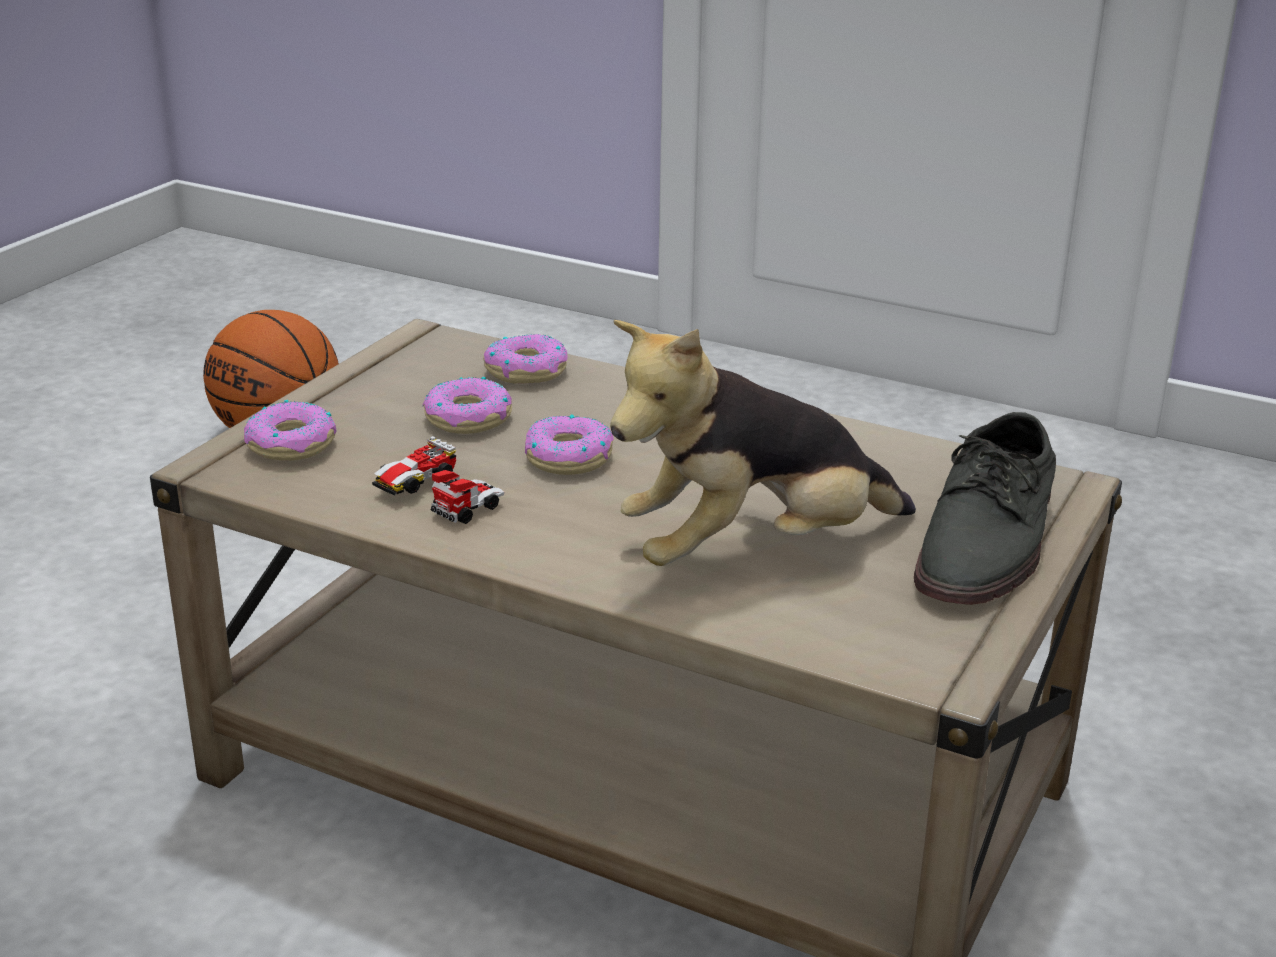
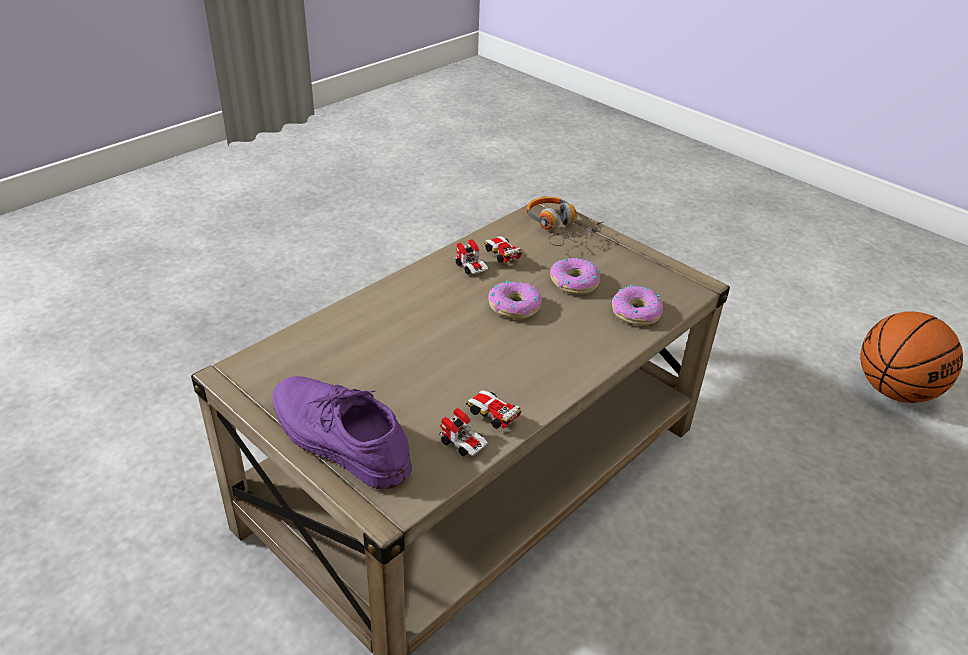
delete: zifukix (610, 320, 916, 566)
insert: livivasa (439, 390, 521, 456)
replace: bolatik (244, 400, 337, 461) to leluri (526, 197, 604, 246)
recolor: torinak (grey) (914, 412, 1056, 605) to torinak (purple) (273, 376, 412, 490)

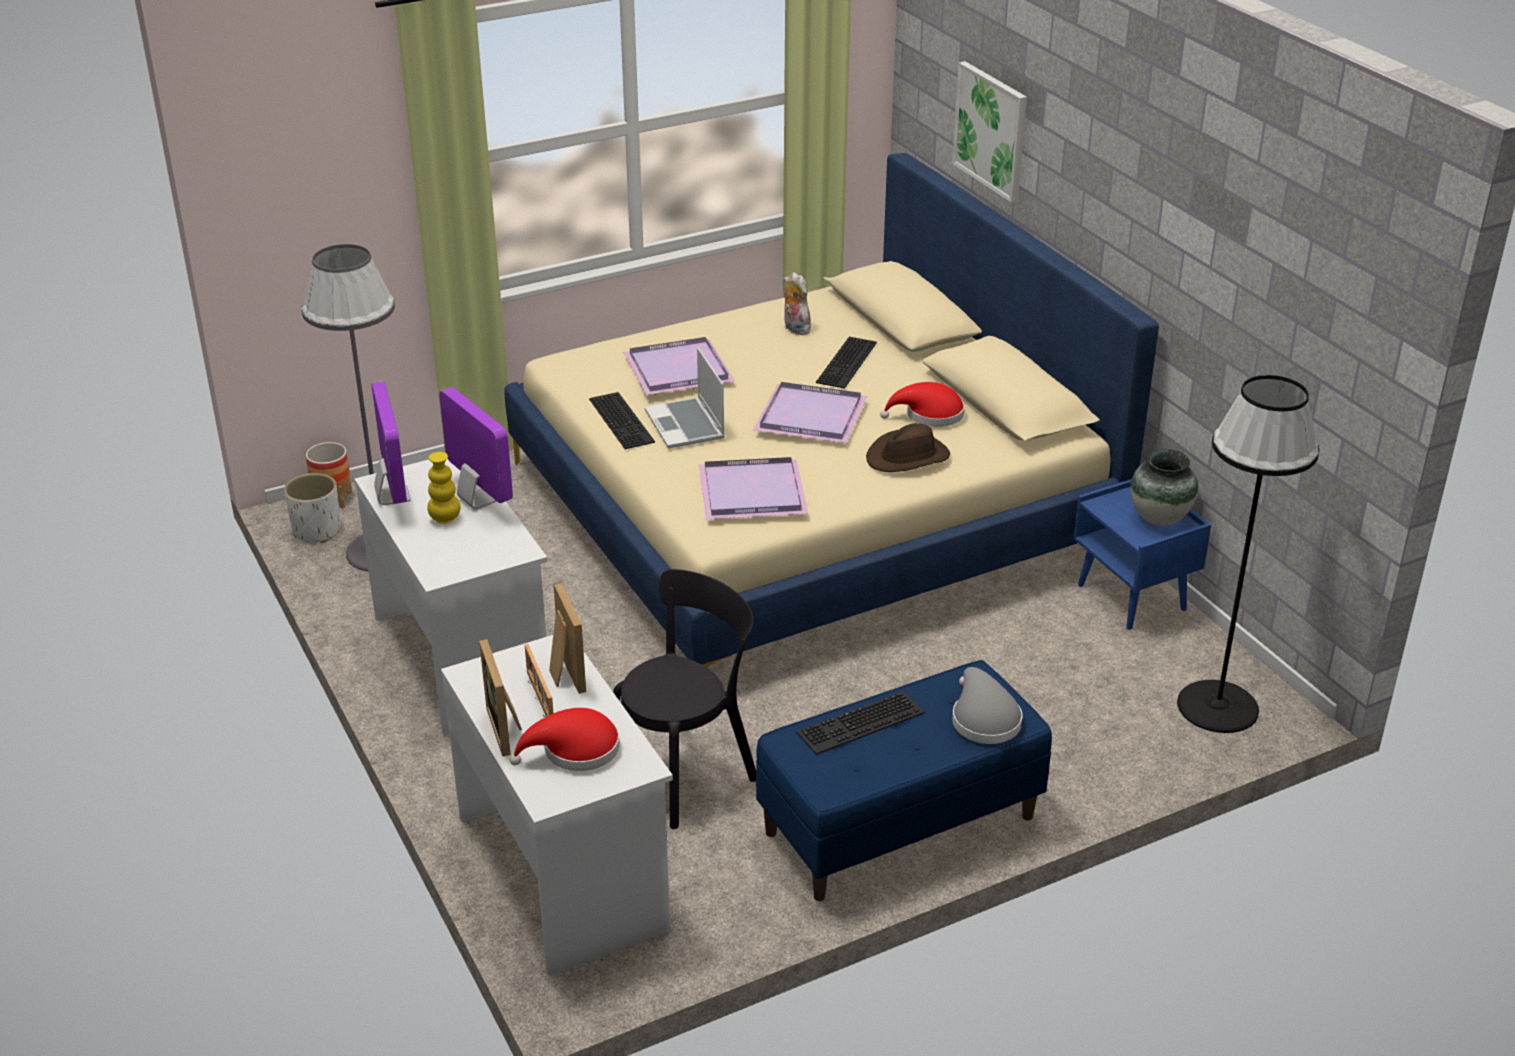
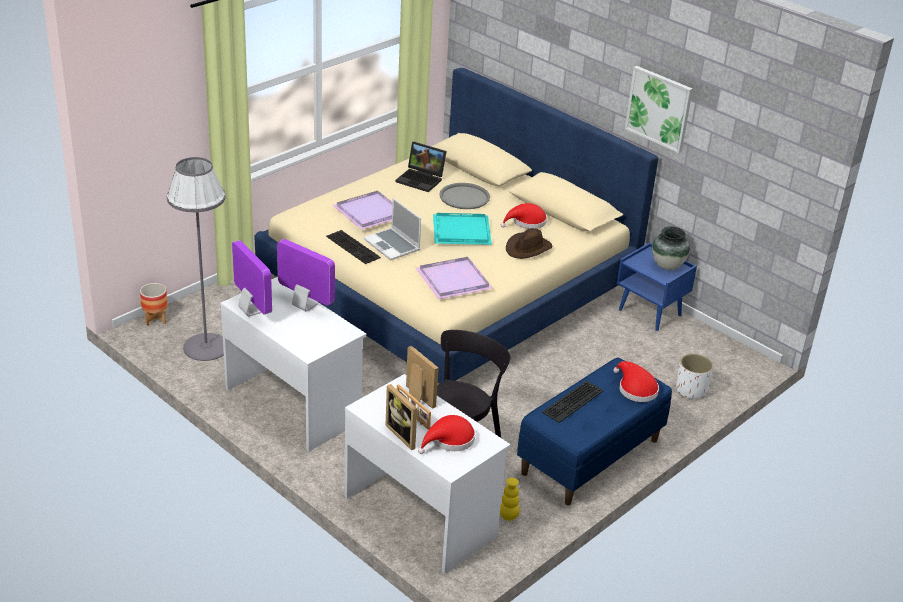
delete: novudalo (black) (1177, 375, 1319, 733)
move: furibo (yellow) (427, 452, 461, 524) to (500, 478, 520, 521); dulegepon (952, 61, 1027, 203) to (625, 66, 693, 153); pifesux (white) (284, 473, 341, 543) to (676, 353, 714, 399)
replace: zifukix (783, 272, 812, 335) to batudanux (396, 142, 447, 192); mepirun (816, 337, 877, 389) to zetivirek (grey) (439, 183, 490, 209)
recolor: zetivirek (purple) (753, 382, 867, 443) to zetivirek (turquoise) (433, 213, 492, 245); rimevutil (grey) (952, 667, 1023, 744) to rimevutil (red) (613, 361, 659, 402)

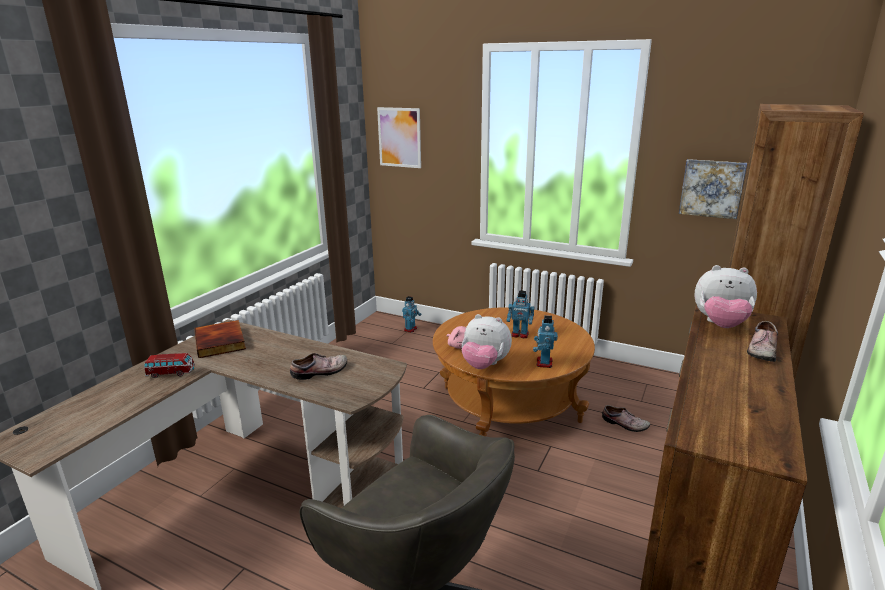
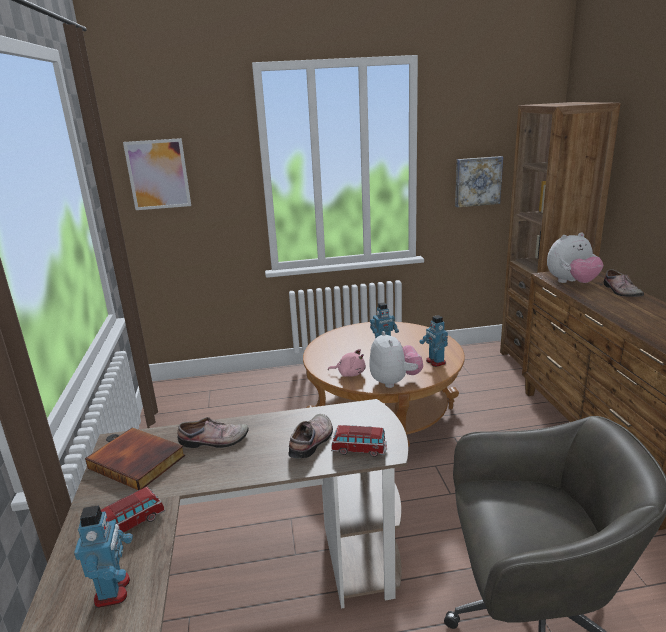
insert: livivasa (331, 425, 387, 457)
move: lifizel (402, 296, 422, 332) to (74, 505, 133, 608); torinak (602, 405, 650, 432) to (177, 417, 249, 448)
rotate: zifukix (462, 314, 512, 369) = (369, 331, 423, 388) 90 degrees counterclockwise

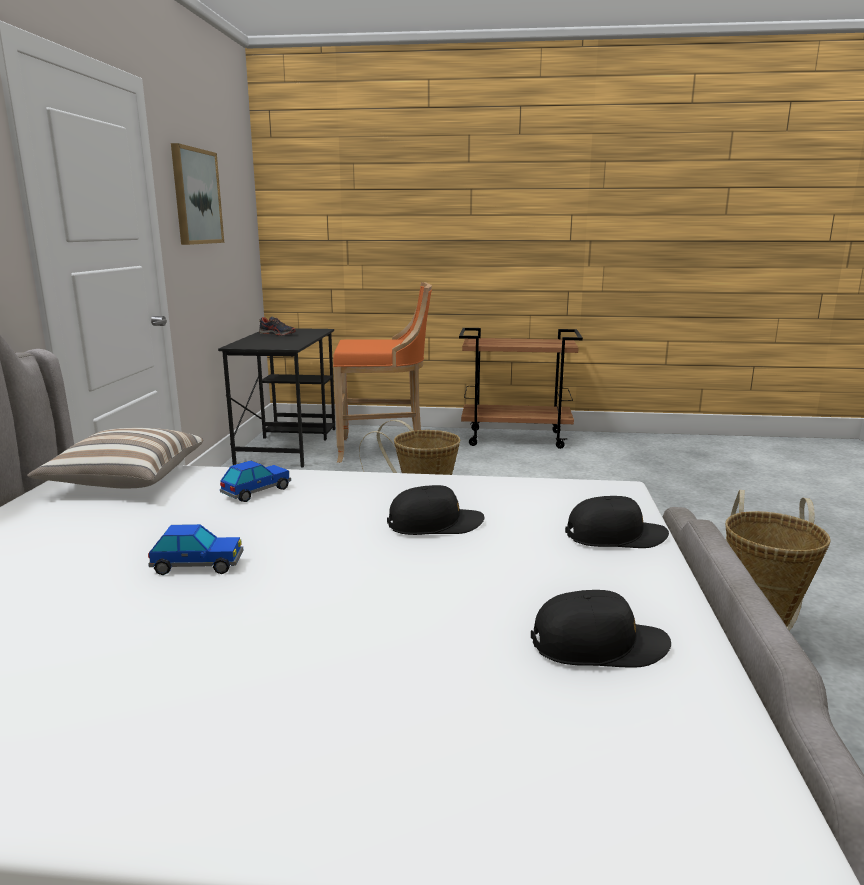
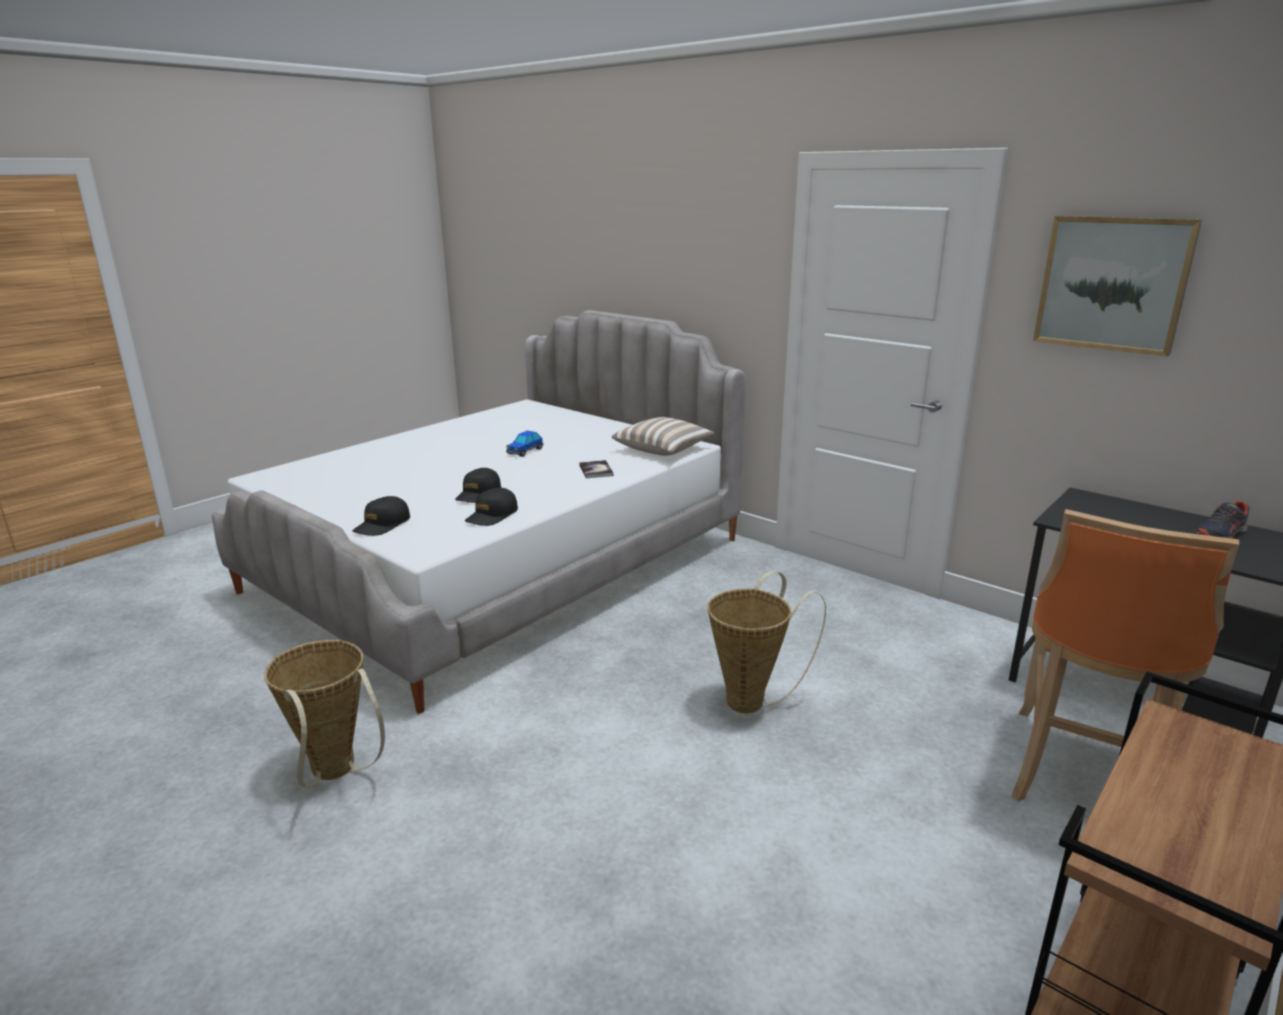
move: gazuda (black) (531, 590, 671, 668) to (465, 488, 518, 526)
replace: livivasa (220, 460, 291, 502) to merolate (579, 460, 614, 478)

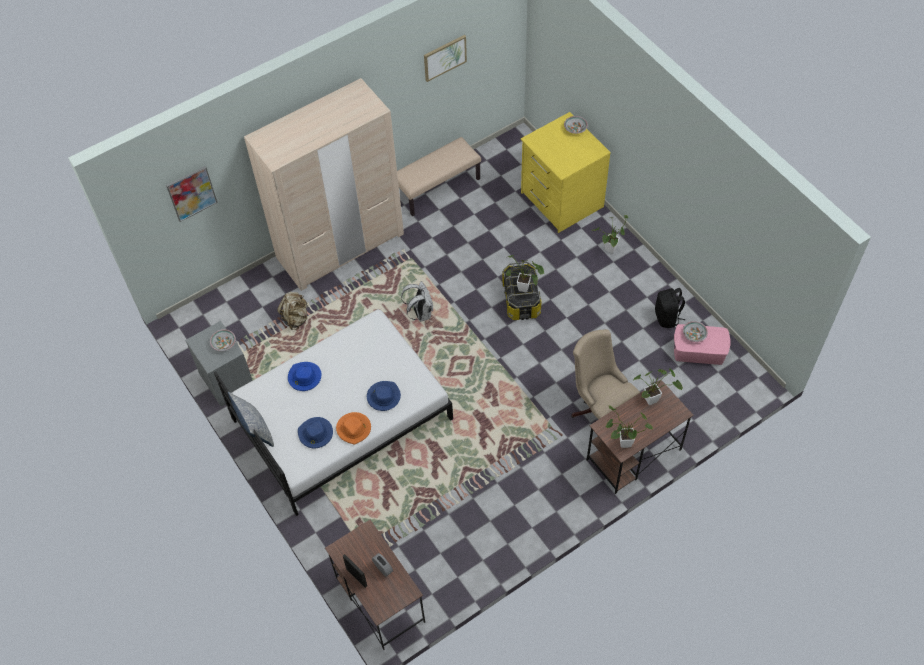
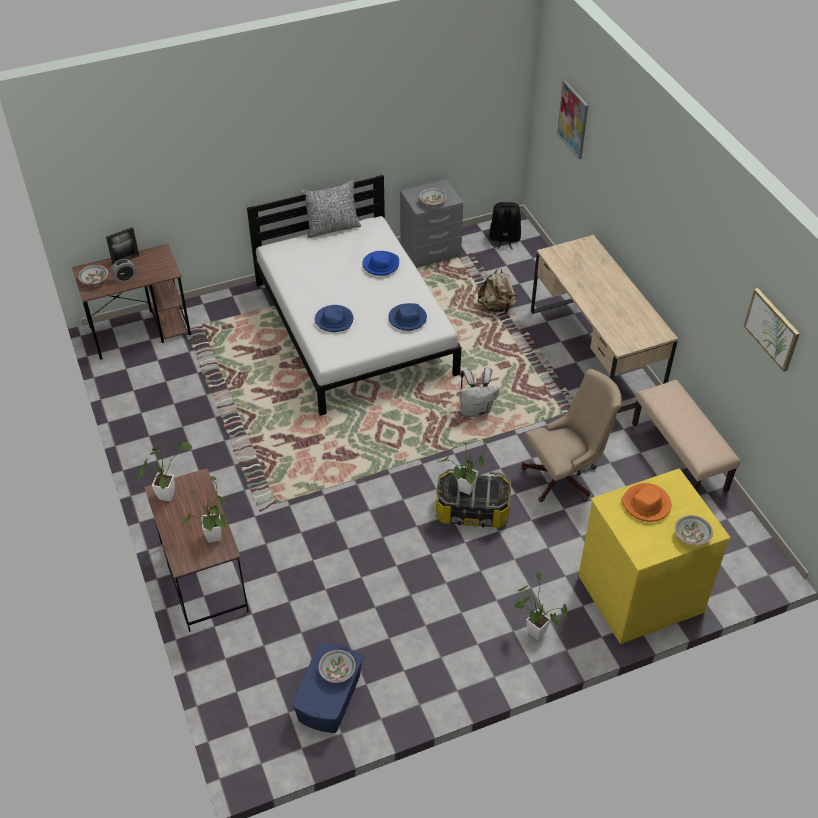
insert: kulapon (78, 265, 108, 285)
move: rimevutil (blue) (298, 417, 333, 448) to (388, 303, 427, 331); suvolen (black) (655, 288, 685, 328) to (489, 202, 521, 249); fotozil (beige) (571, 329, 640, 420) to (522, 369, 622, 502); rimevutil (orange) (336, 412, 371, 444) to (621, 483, 671, 522)
replace: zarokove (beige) (244, 78, 404, 291) to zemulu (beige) (531, 235, 678, 413)
recolor: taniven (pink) (674, 324, 731, 365) to taniven (blue) (292, 643, 363, 733)

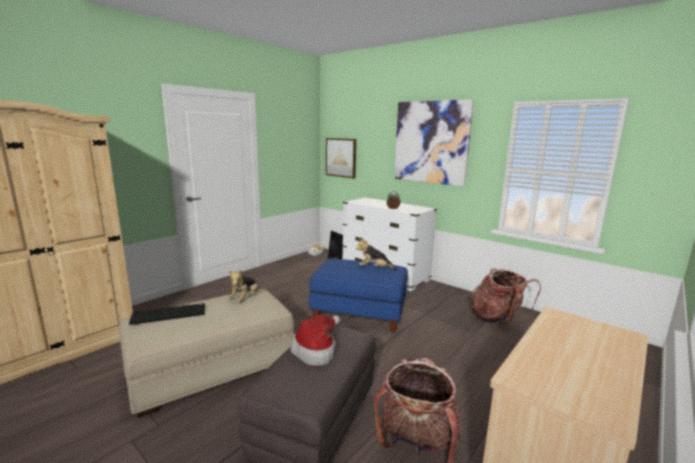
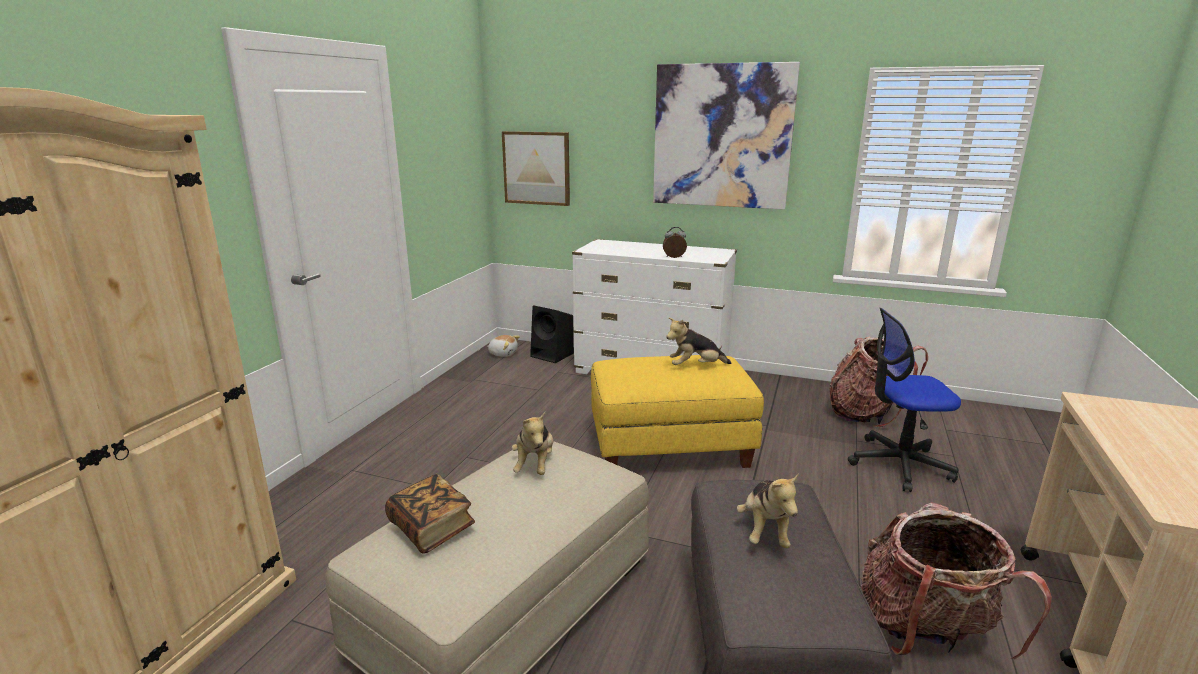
insert: fotozil (848, 308, 961, 492)
replace: mepirun (129, 303, 205, 325) to merolate (385, 474, 475, 553); rimevutil (291, 314, 341, 366) to zifukix (737, 473, 799, 548)
recolor: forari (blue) (309, 259, 408, 332) to forari (yellow) (591, 355, 764, 468)

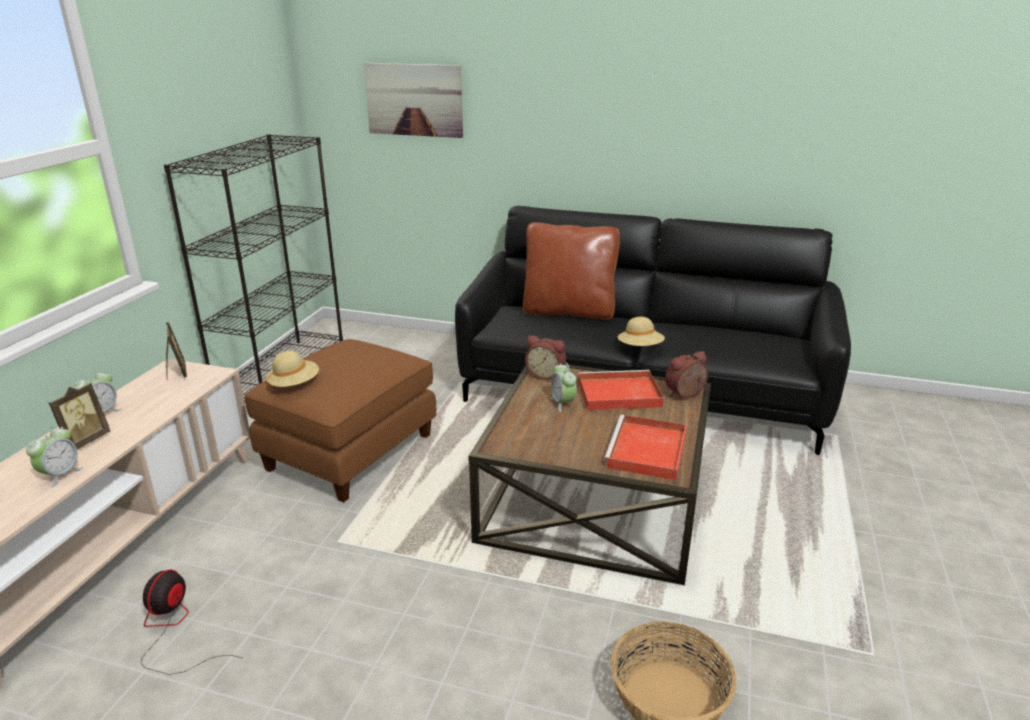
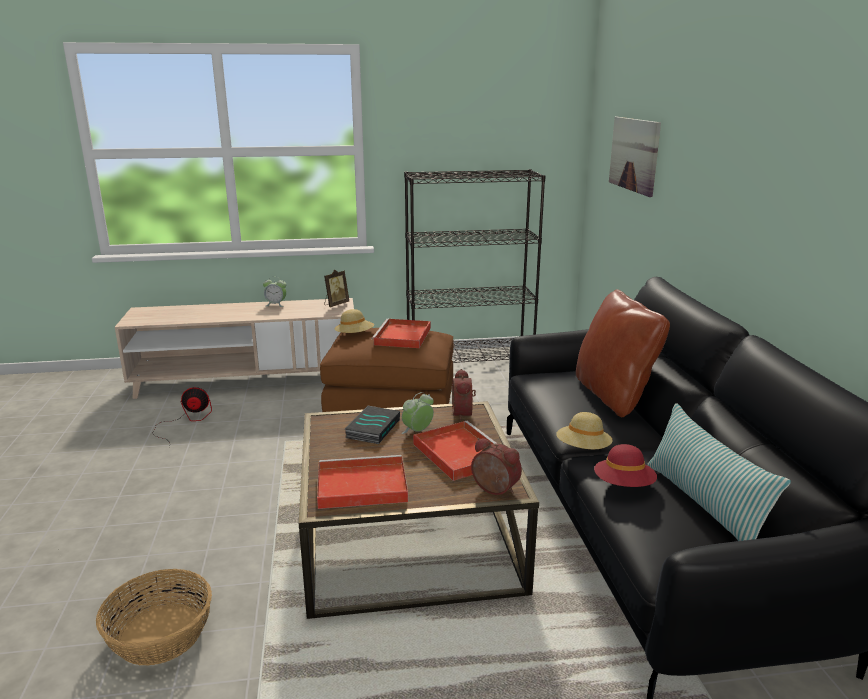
delete: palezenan (26, 427, 83, 487); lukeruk (49, 383, 110, 449)
insert: merolate (345, 406, 400, 444); zetivirek (red) (371, 319, 431, 348); rimevutil (red) (594, 444, 657, 487); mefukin (647, 403, 791, 541)

